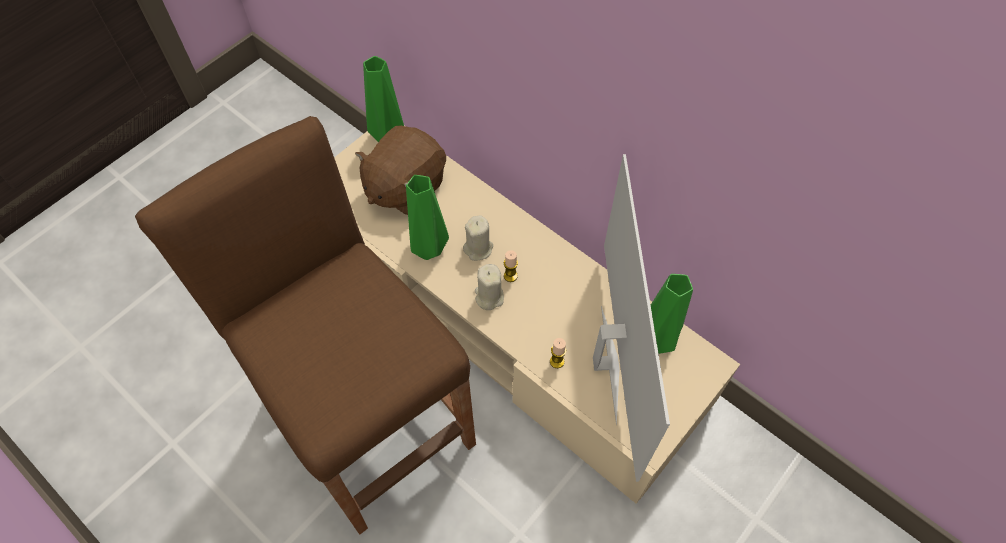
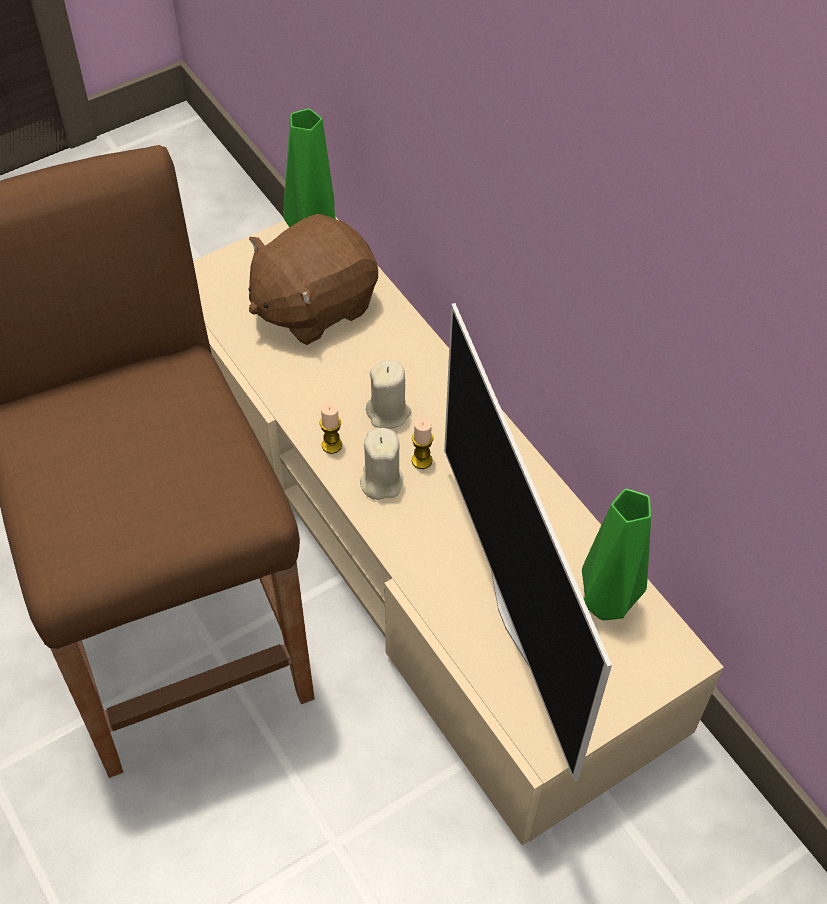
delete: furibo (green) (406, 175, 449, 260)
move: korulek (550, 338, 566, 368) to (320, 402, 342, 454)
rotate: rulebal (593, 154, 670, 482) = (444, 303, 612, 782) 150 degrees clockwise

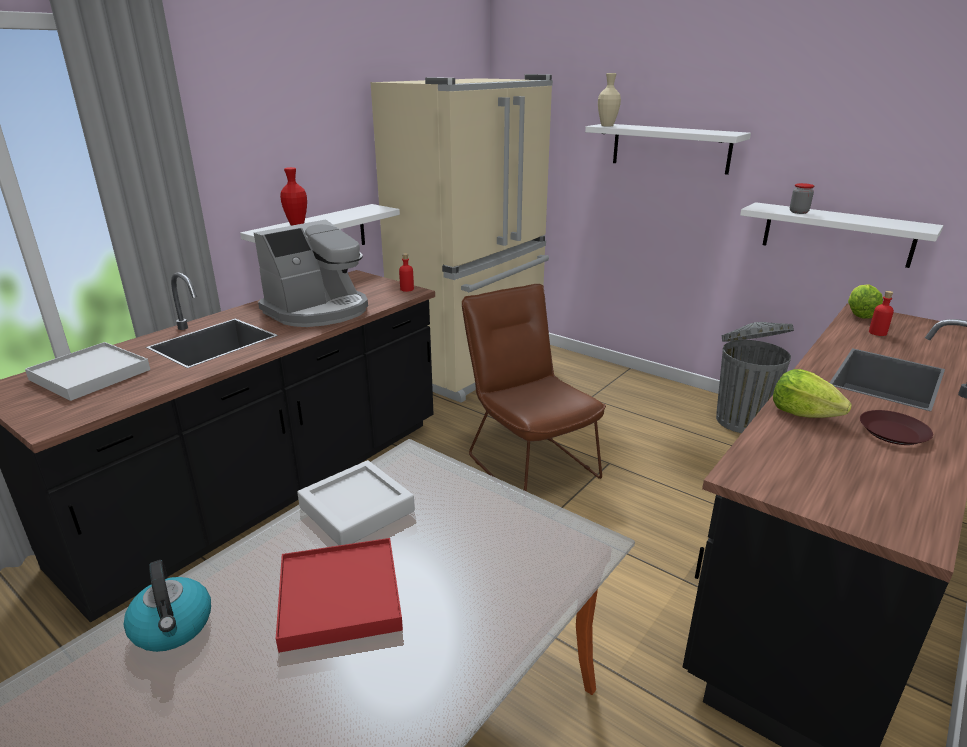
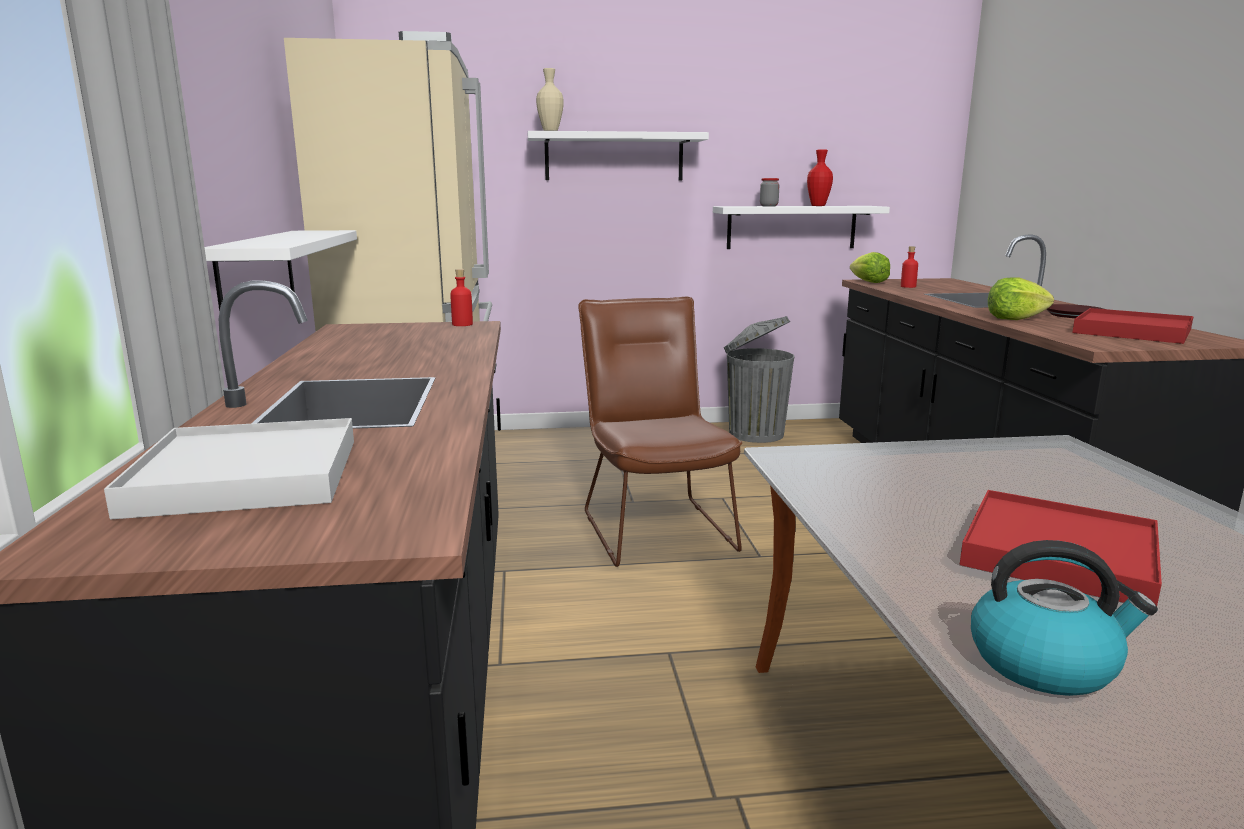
delete: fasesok (254, 220, 368, 327); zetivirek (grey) (297, 460, 415, 545)
insert: zetivirek (red) (1072, 308, 1194, 344)
move: furibo (red) (280, 167, 307, 225) to (807, 149, 833, 206)
rotate: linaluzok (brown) (462, 284, 606, 492) = (578, 297, 742, 567) 60 degrees clockwise

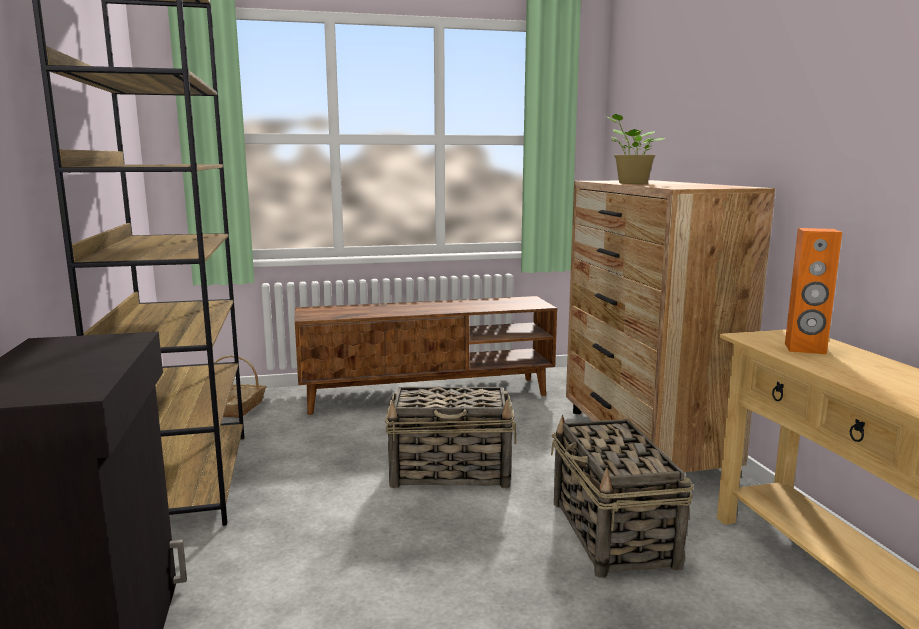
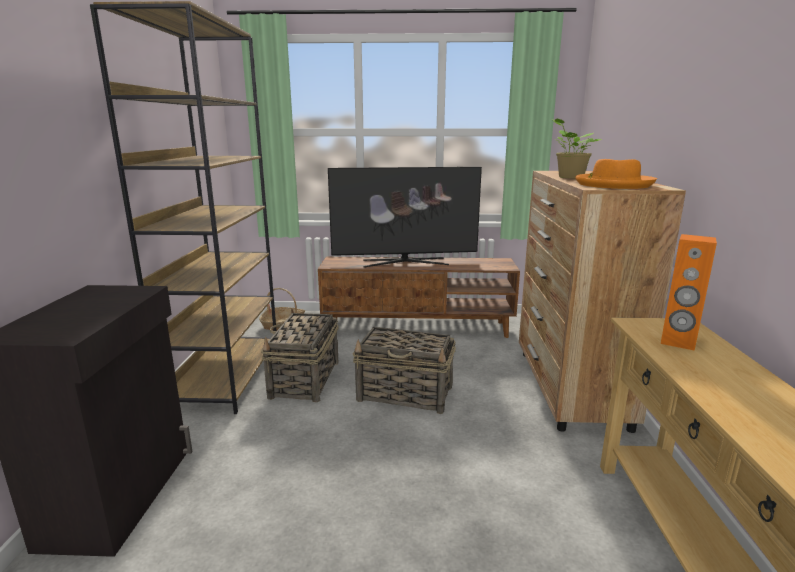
insert: rulebal (328, 167, 482, 268); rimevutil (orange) (575, 159, 657, 189)
move: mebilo (551, 415, 694, 578) to (261, 309, 339, 402)

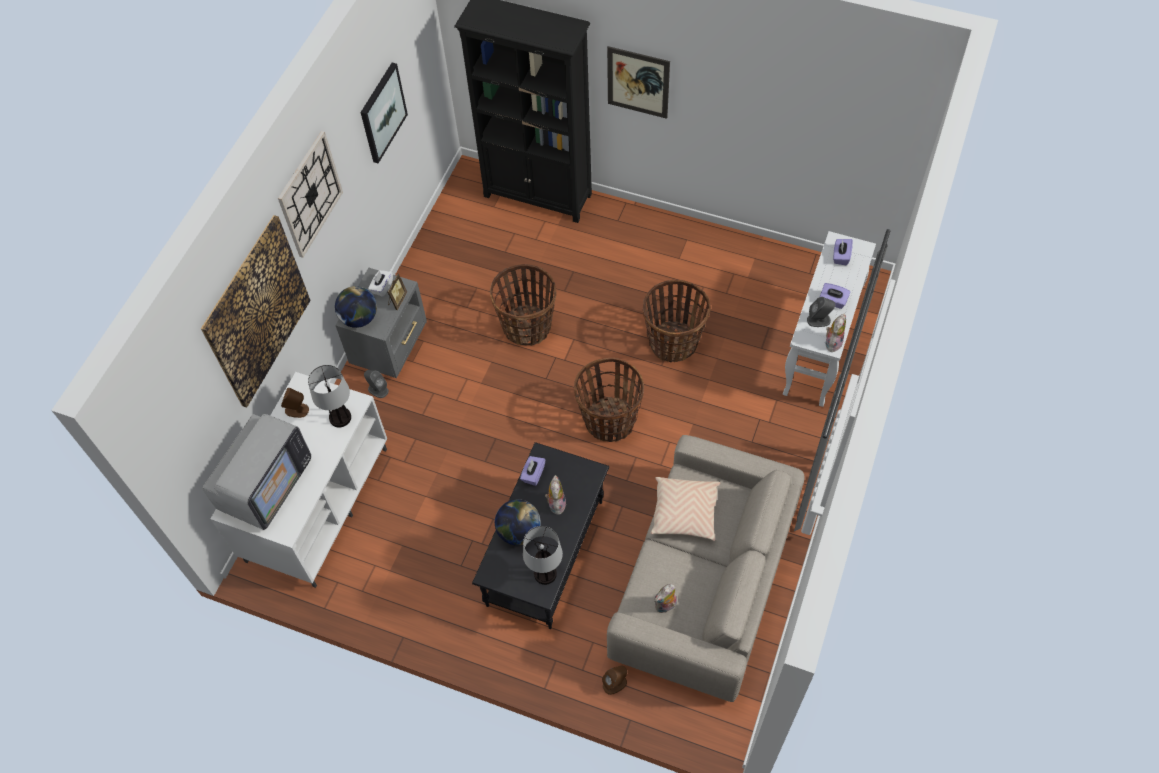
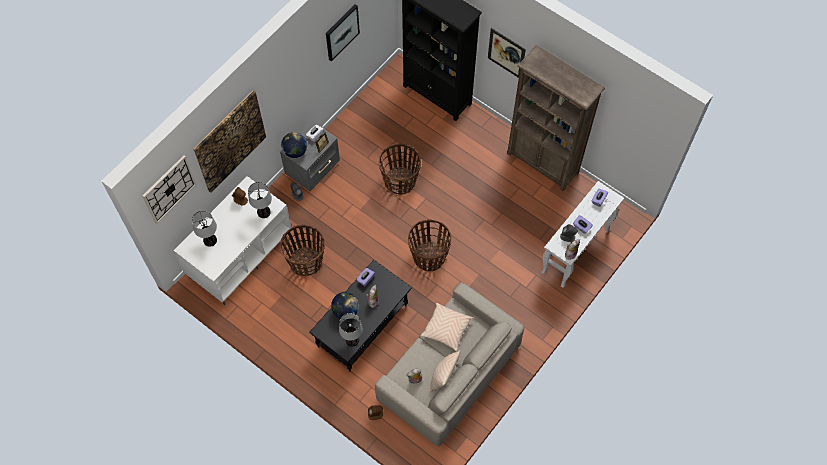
insert: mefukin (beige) (430, 350, 461, 392); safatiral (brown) (507, 45, 605, 192)
move: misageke (278, 131, 343, 258) to (143, 155, 196, 224); mebilo (643, 280, 711, 363) to (280, 225, 325, 276)
replace: rulebal (202, 414, 311, 530) to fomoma (192, 211, 217, 247)

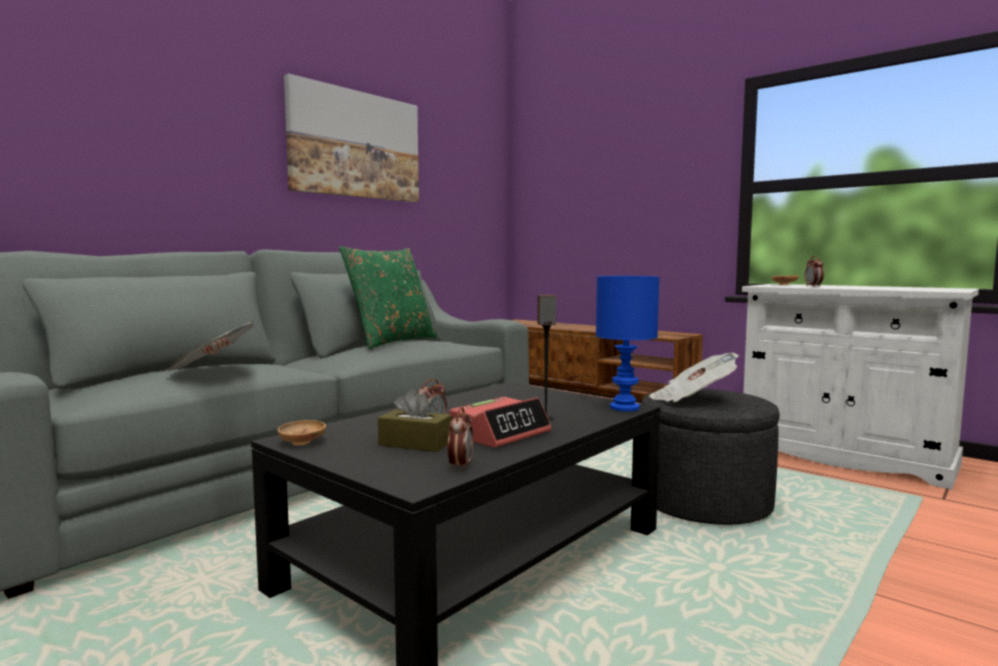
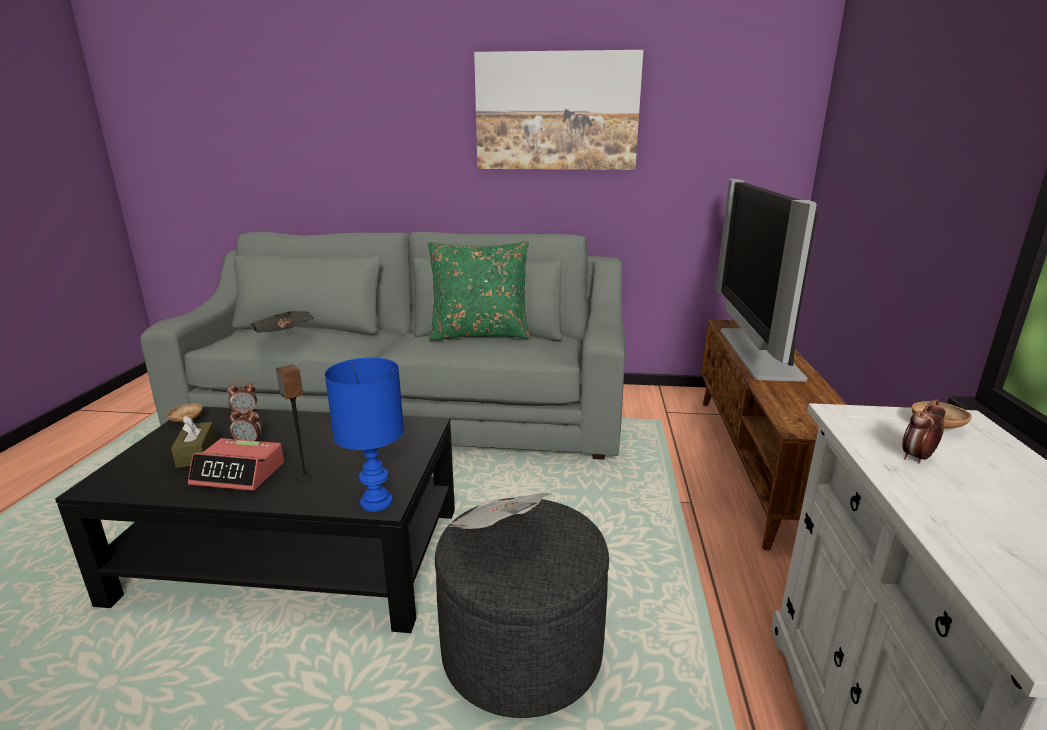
insert: rulebal (716, 179, 817, 382)
move: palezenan (447, 407, 473, 471) to (227, 380, 257, 414)

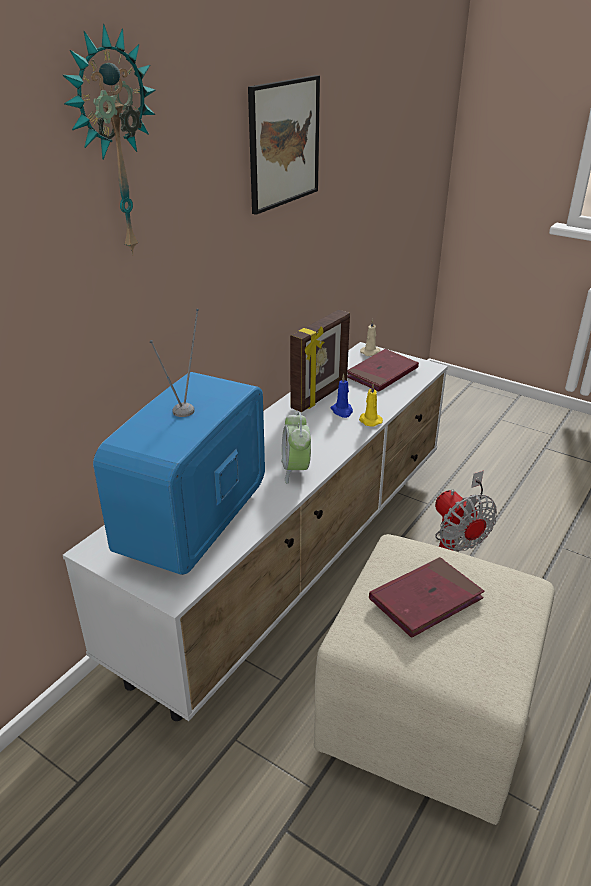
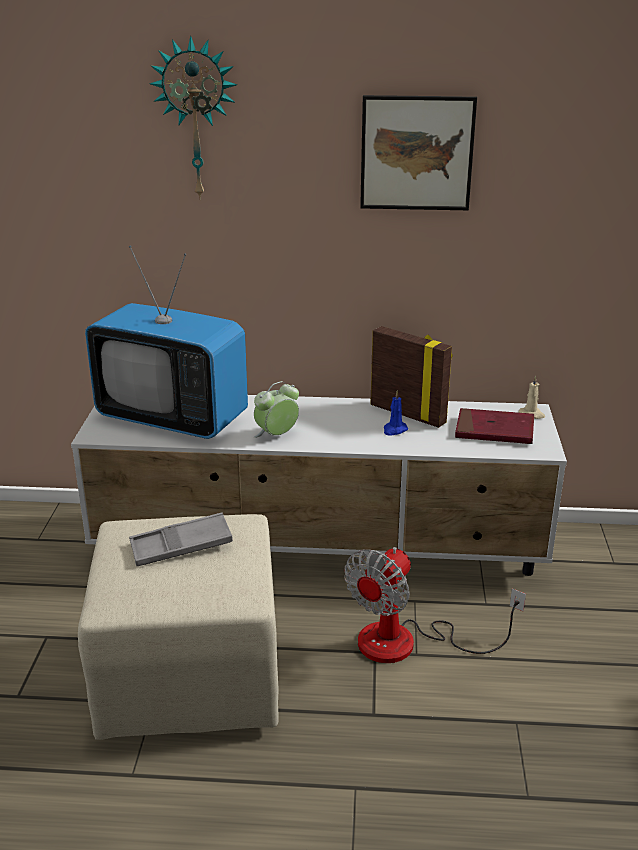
delete: korulek (yellow) (359, 384, 383, 426)
replace: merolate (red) (369, 557, 484, 638) to zetivirek (grey) (129, 512, 233, 566)
rotate: rulebal (93, 309, 265, 575) = (85, 246, 248, 439) 150 degrees counterclockwise; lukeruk (290, 310, 350, 412) = (370, 326, 453, 428) 150 degrees counterclockwise

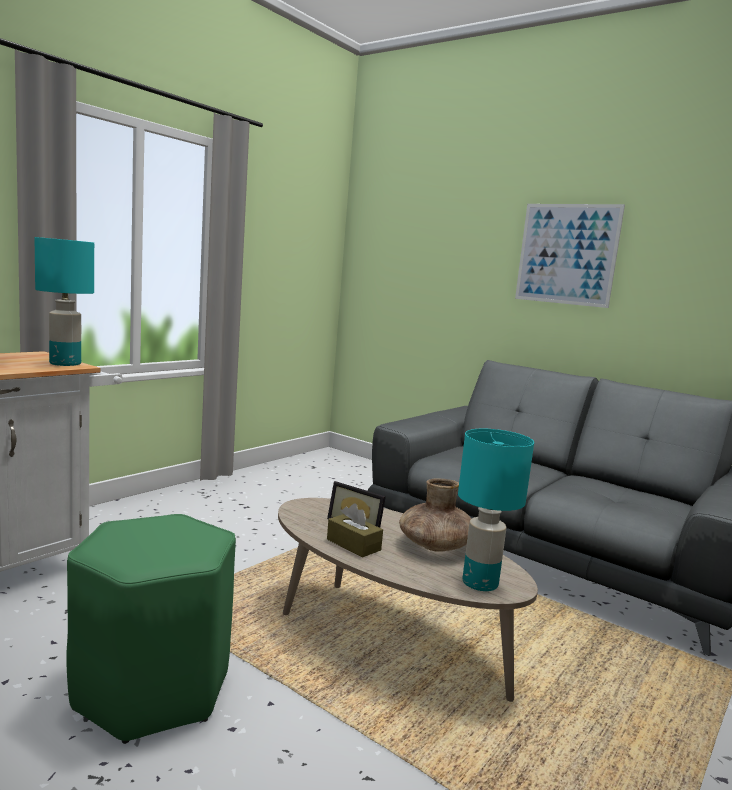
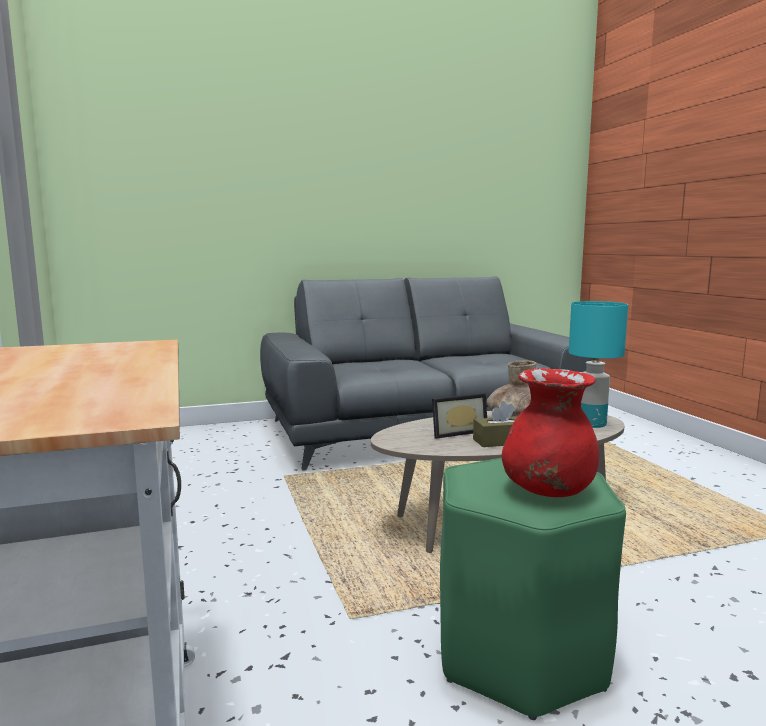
delete: fomoma (turquoise) (35, 237, 94, 366); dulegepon (515, 204, 625, 308)
insert: furibo (red) (502, 368, 599, 497)

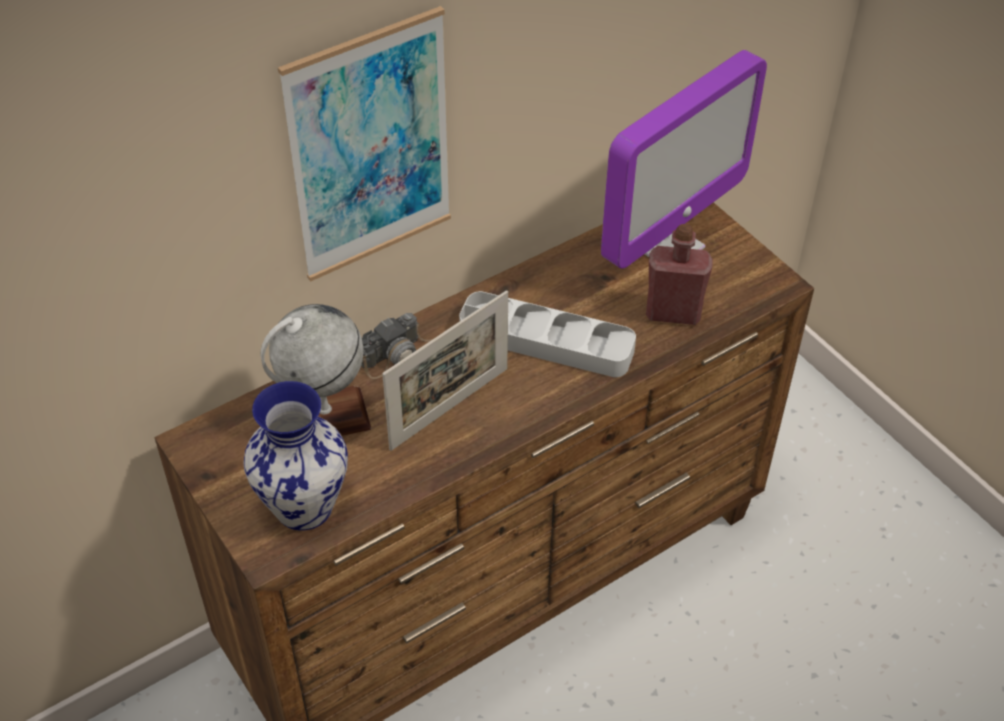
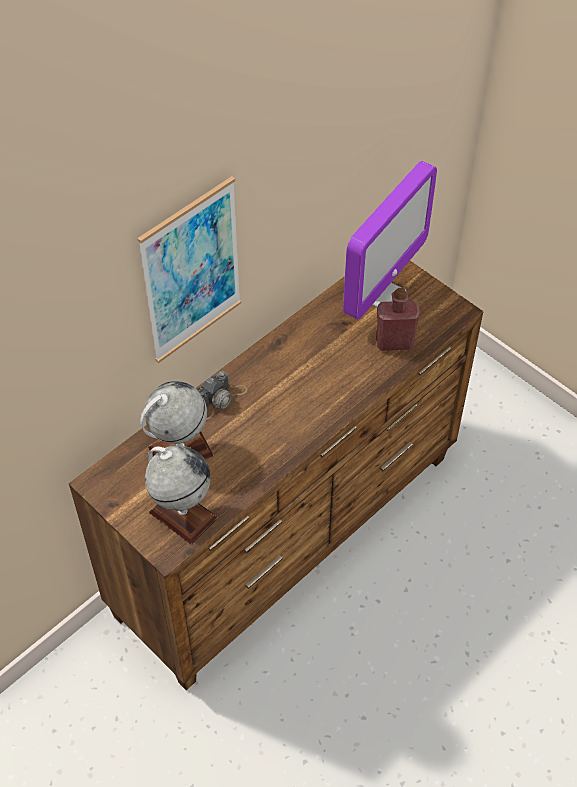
delete: lukeruk (382, 290, 508, 451); zetivirek (grey) (459, 291, 636, 377)
replace: furibo (243, 381, 348, 531) to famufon (145, 445, 217, 544)

